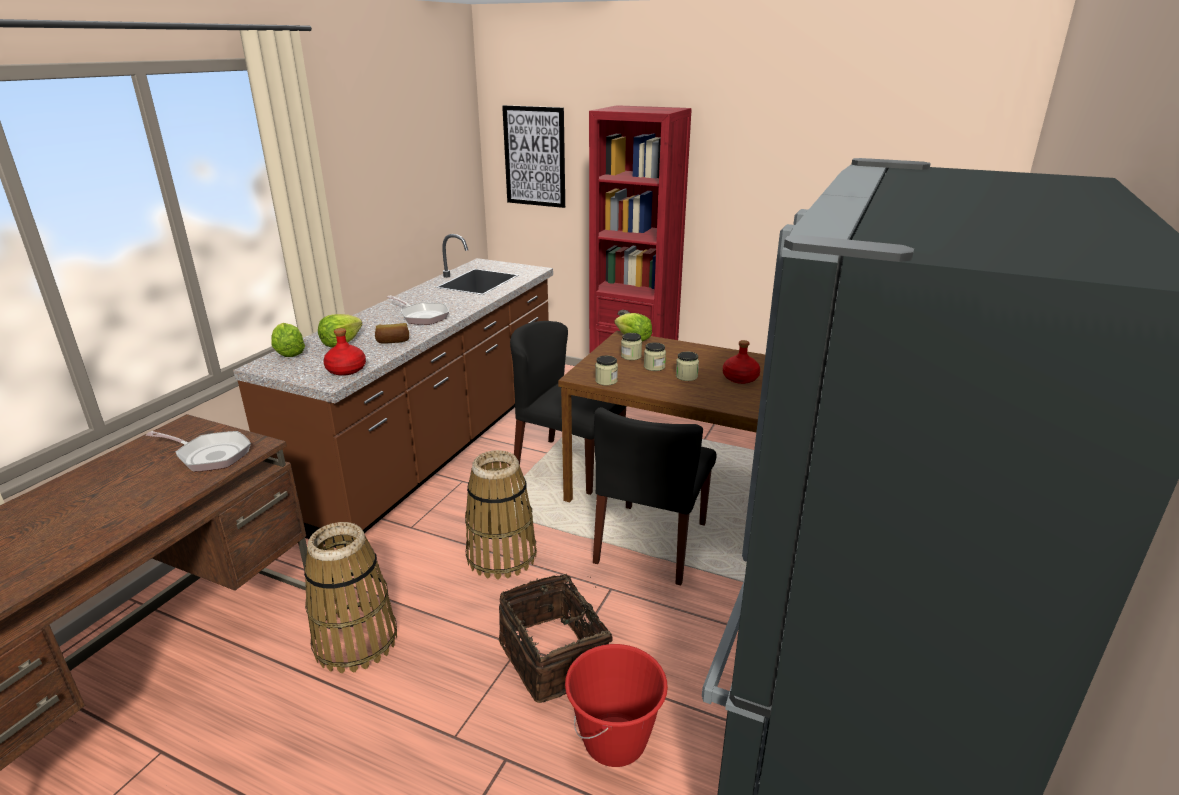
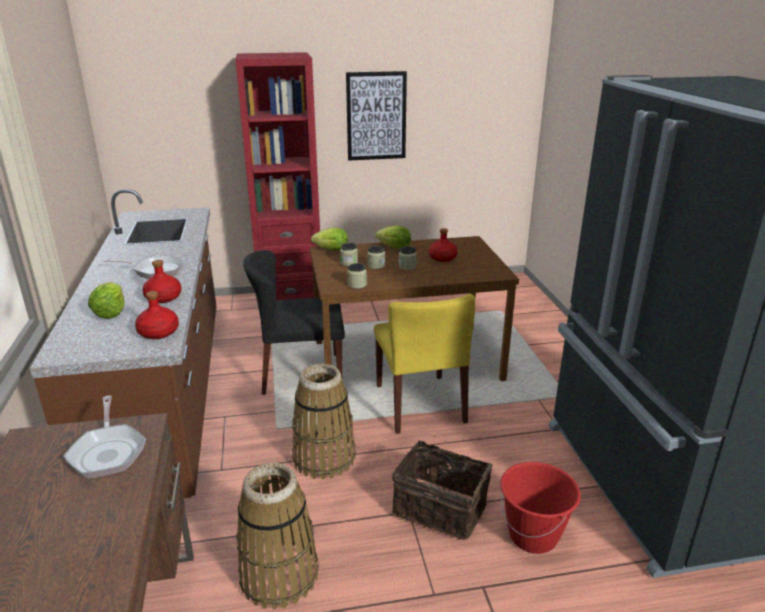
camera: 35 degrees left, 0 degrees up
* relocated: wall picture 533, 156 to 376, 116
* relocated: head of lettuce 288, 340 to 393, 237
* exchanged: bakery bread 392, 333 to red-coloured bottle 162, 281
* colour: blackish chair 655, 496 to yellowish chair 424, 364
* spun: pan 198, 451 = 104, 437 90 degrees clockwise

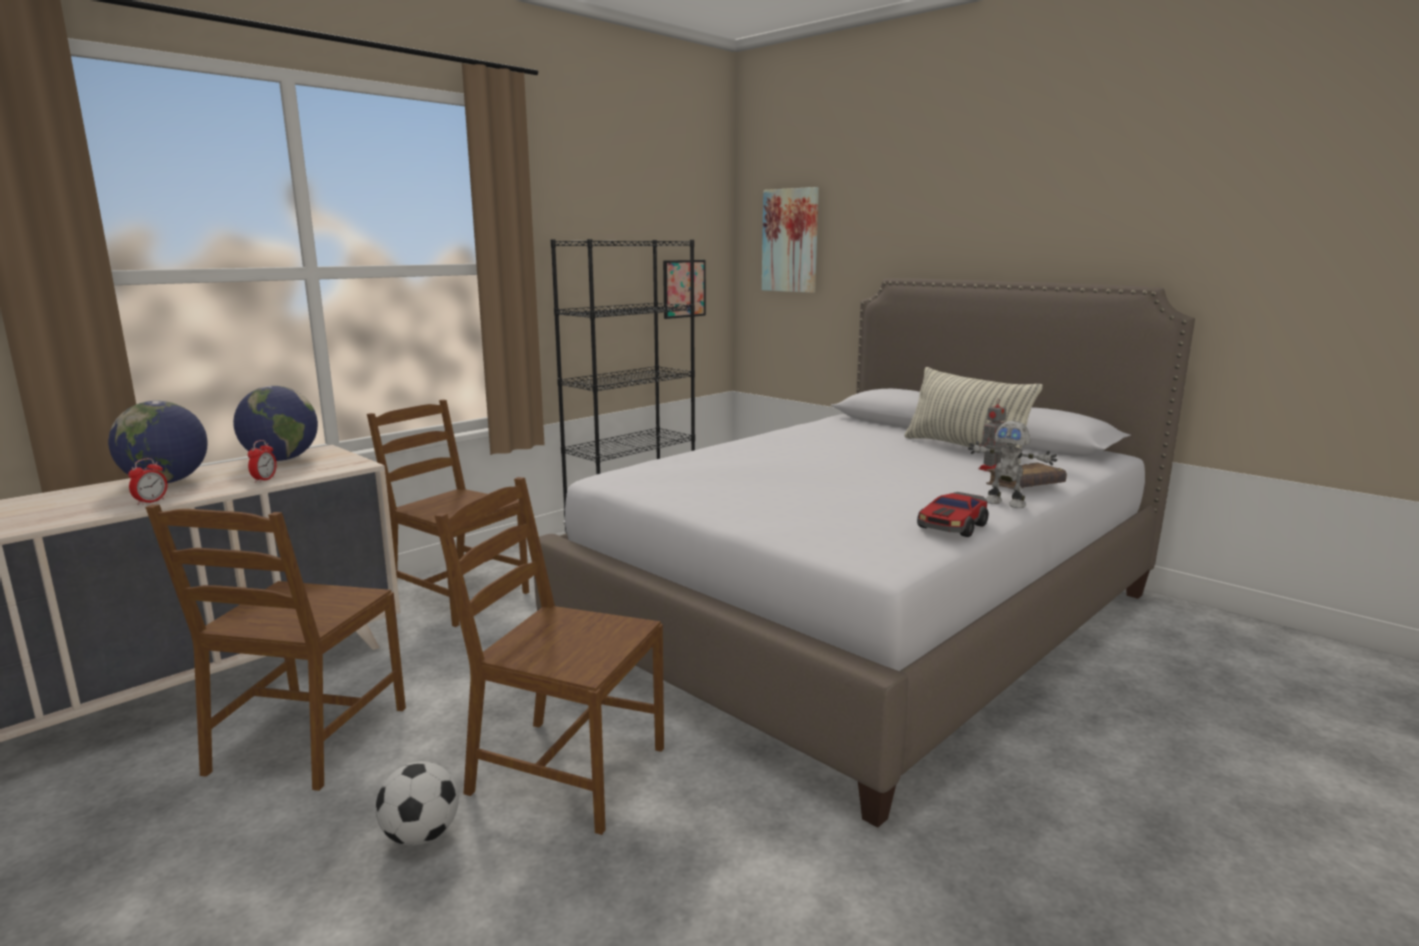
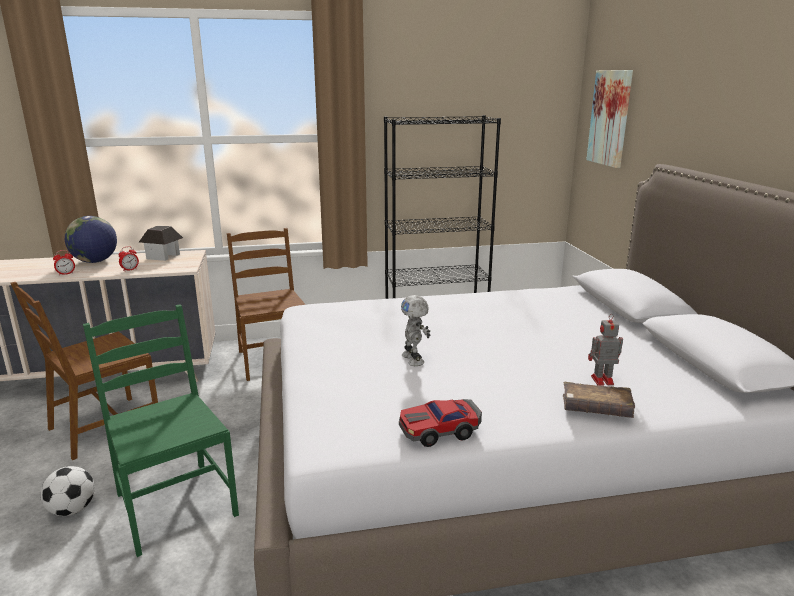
camera: 35 degrees right, 5 degrees up
* missing: wall picture 684, 289
* missing: pillow 973, 415
* exchanged: world globe 275, 423 to miniature house 161, 243
* relocated: toy robot 1012, 464 to 415, 330
* colour: brownish chair 549, 656 to greenish chair 161, 430

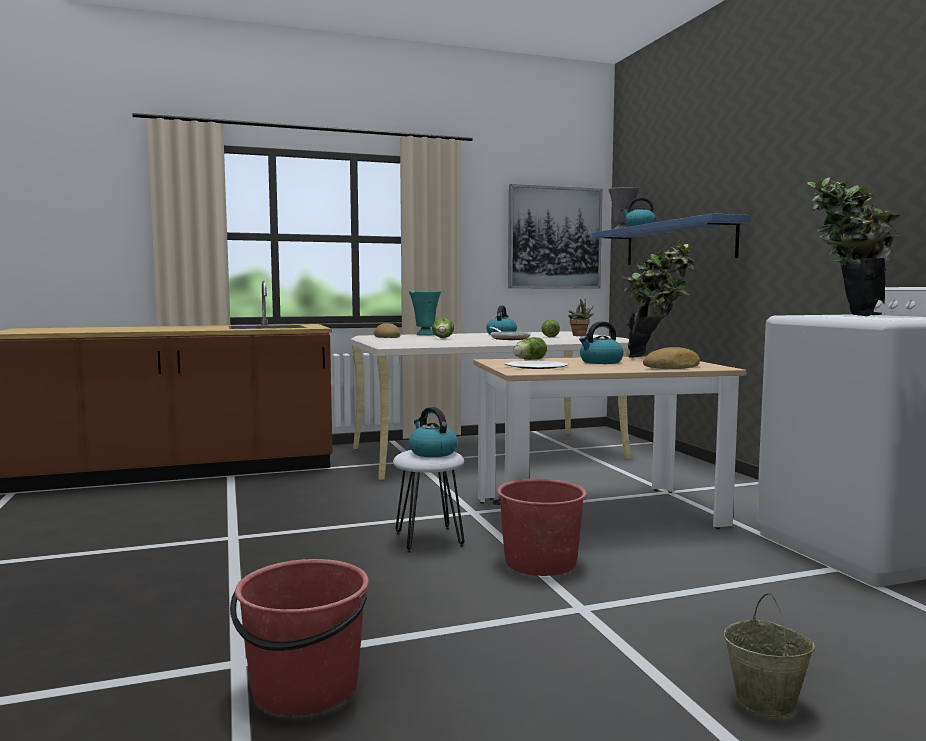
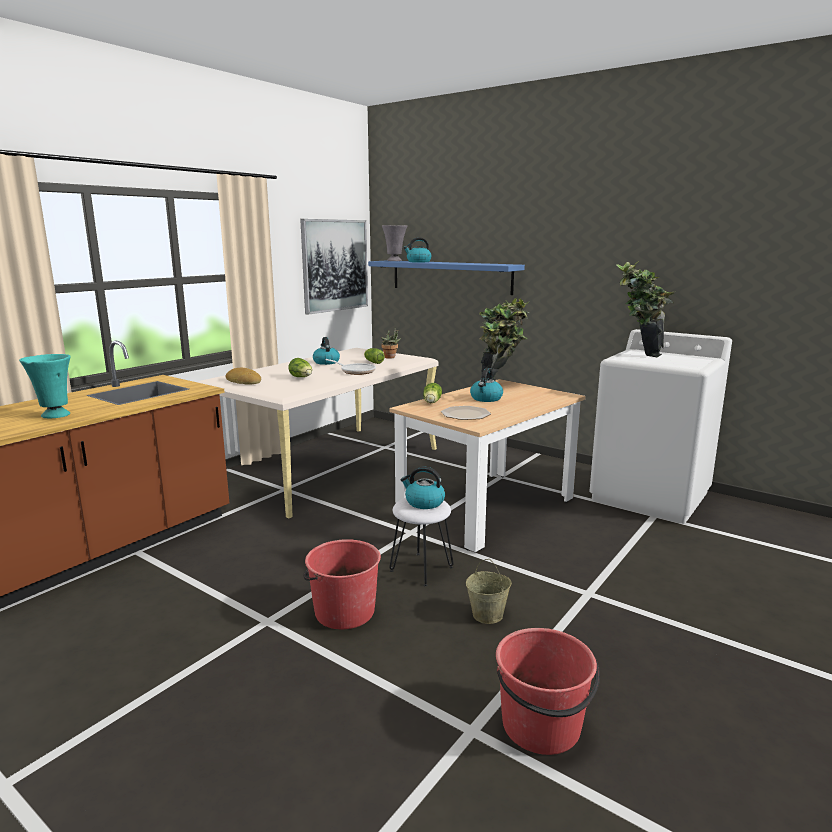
camera: 35 degrees left, 10 degrees up
* relocated: turquoise decorative vase 425, 313 to 45, 386
* missing: bakery bread 671, 358
* relocated: red-coloured water bucket 540, 527 to 342, 584
* relocated: sand-coloured water bucket 769, 655 to 489, 591

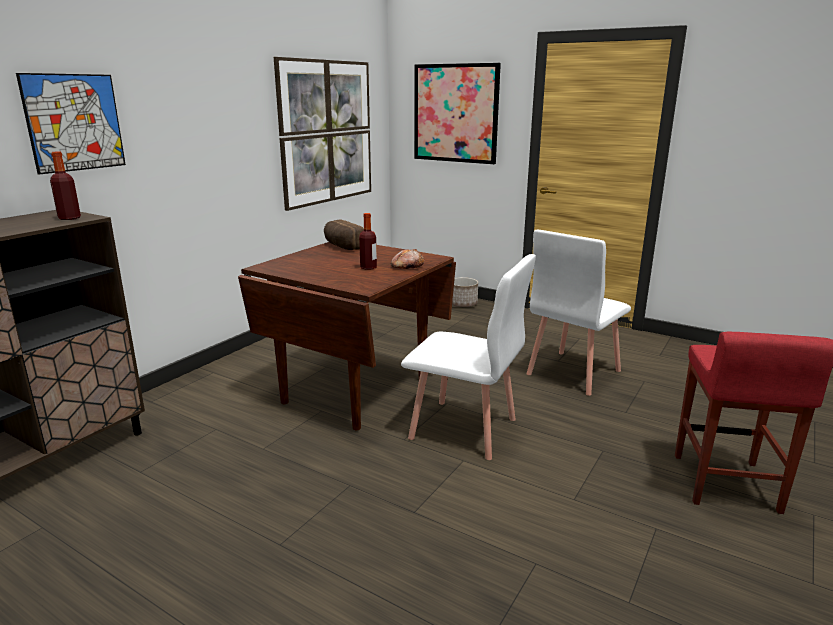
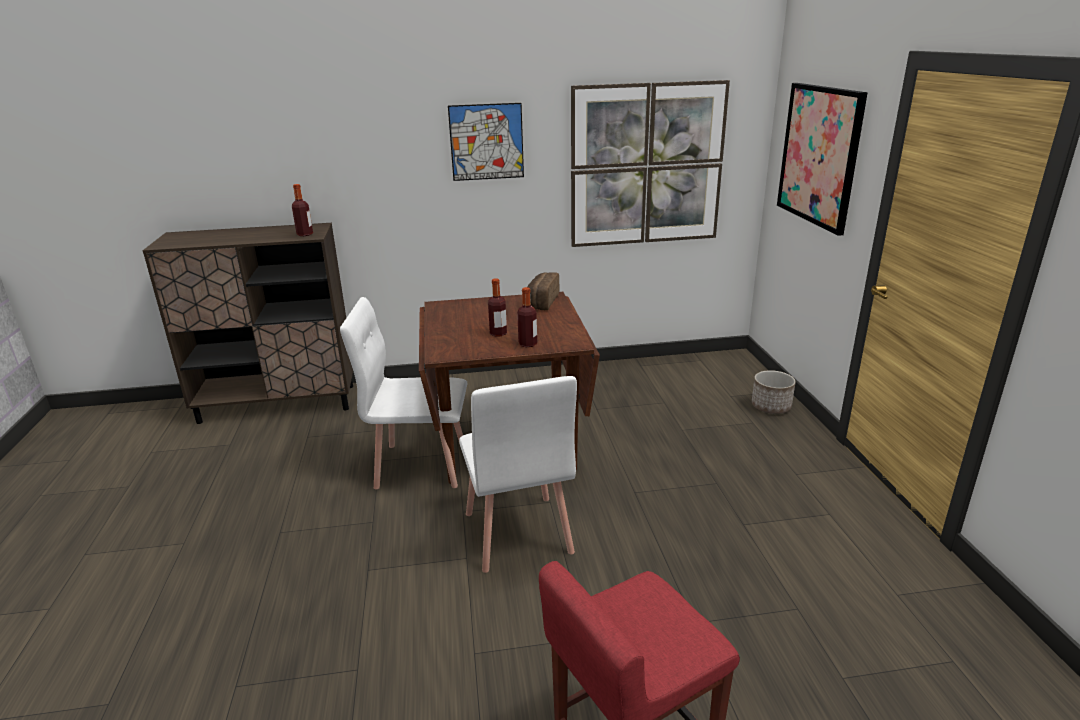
camera: 50 degrees right, 5 degrees up
* relocated: wall picture 71, 124 to 486, 142
* relocated: white chair 579, 313 to 403, 393
* exchanged: bakery bread 407, 259 to bottle 527, 317

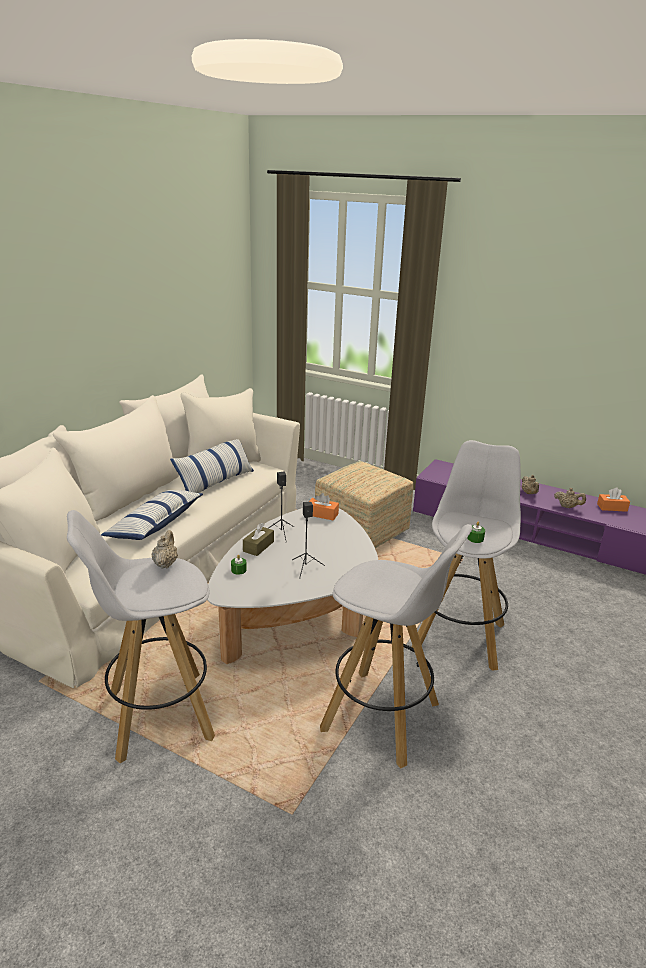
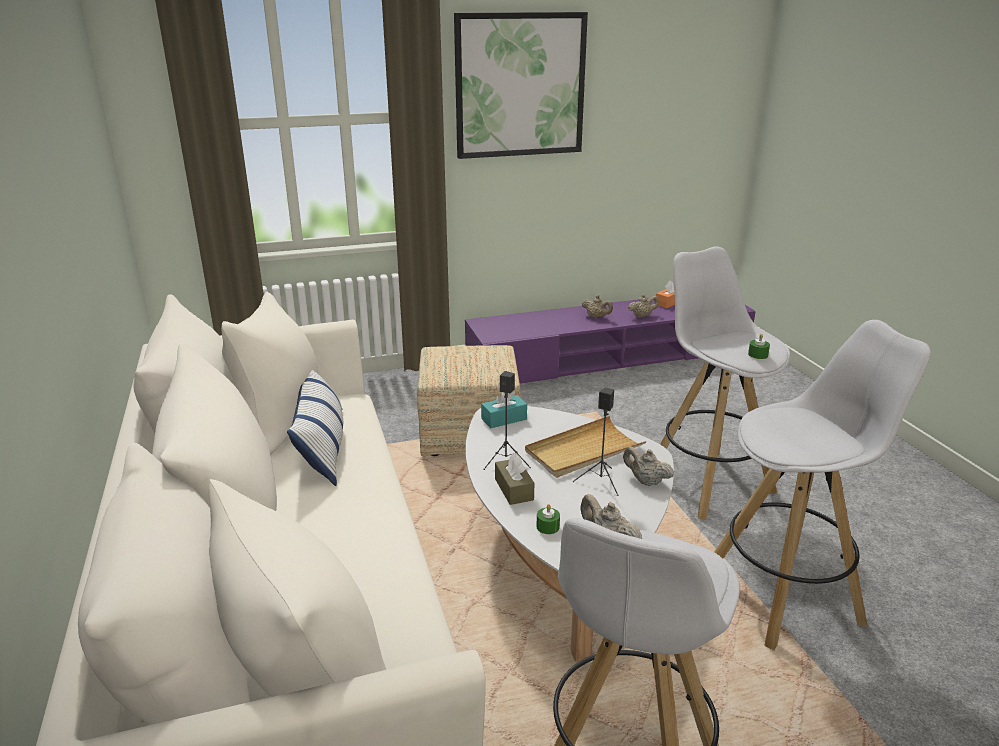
camera: 45 degrees left, 0 degrees up
* missing: pillow 152, 515
* colour: orangey tissue box 324, 507 to turquoise tissue box 504, 409
* appeared: wall picture 521, 85
* appeared: sand-coloured carrying tray 585, 447
* appeared: sand-coloured teapot 648, 466

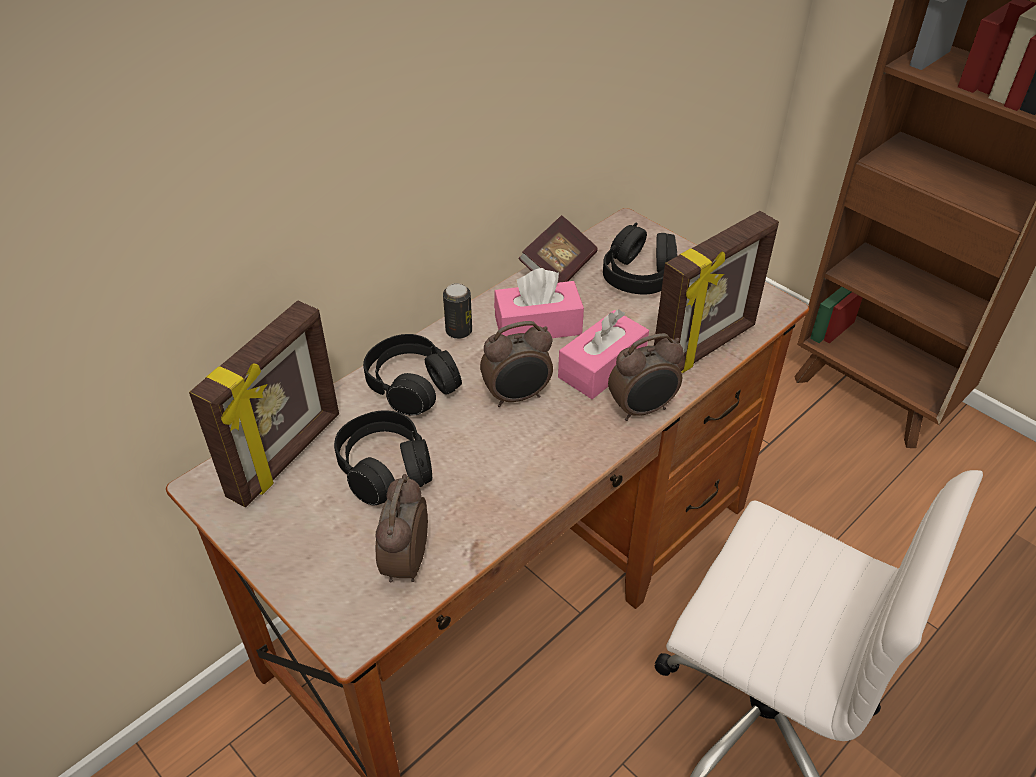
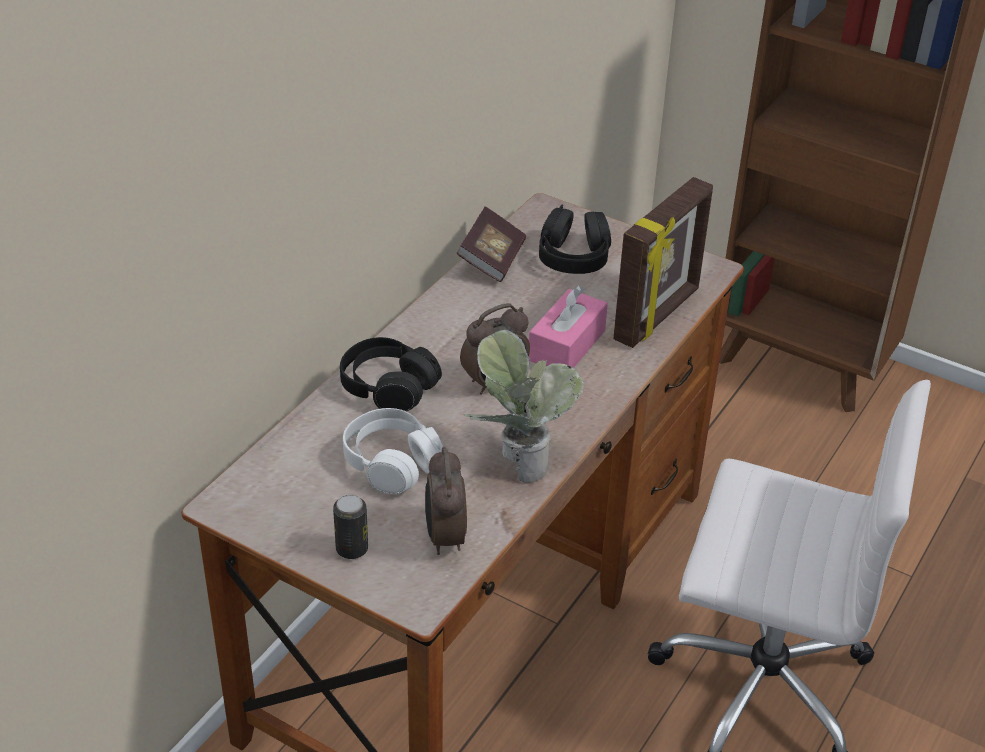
camera: 15 degrees left, 5 degrees down
* missing: pinkish tissue box 539, 303
* relocated: can 457, 311 to 350, 526
* missing: photo frame 264, 404
* missing: table clock 646, 377
* colour: blackish headset 383, 457 to white headset 393, 451
* appeared: houseplant 524, 406

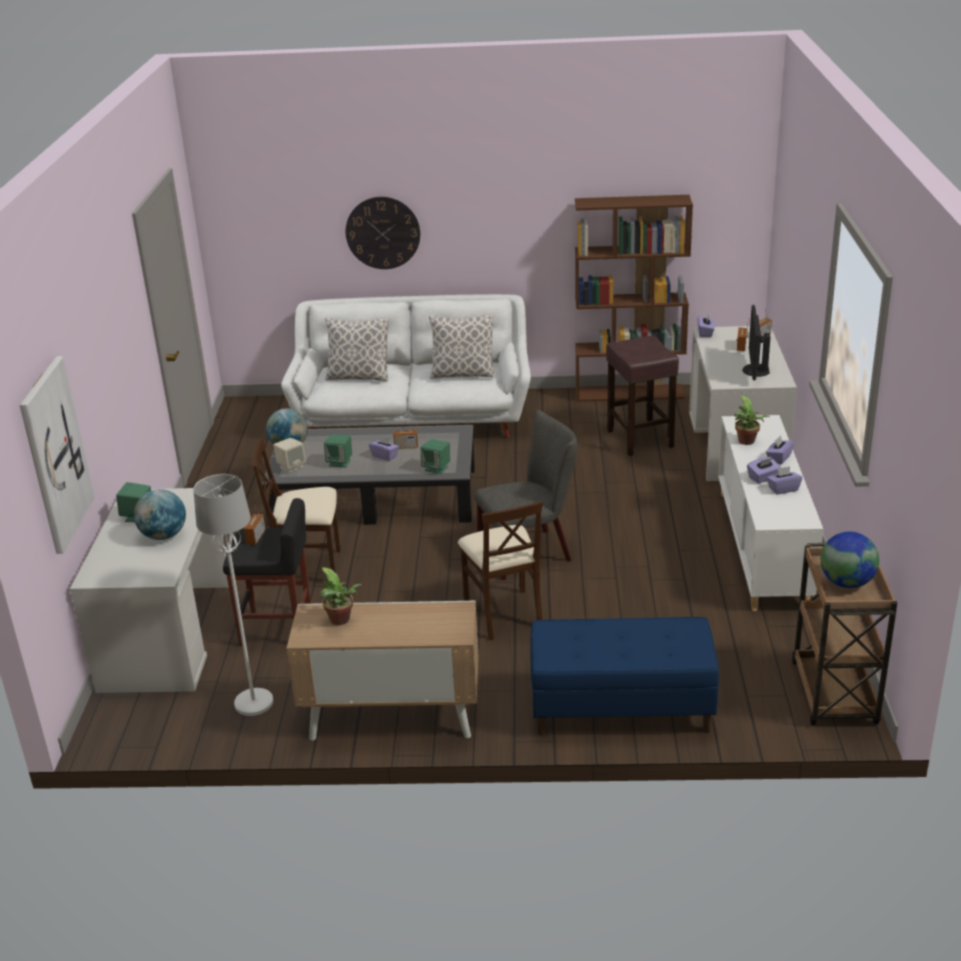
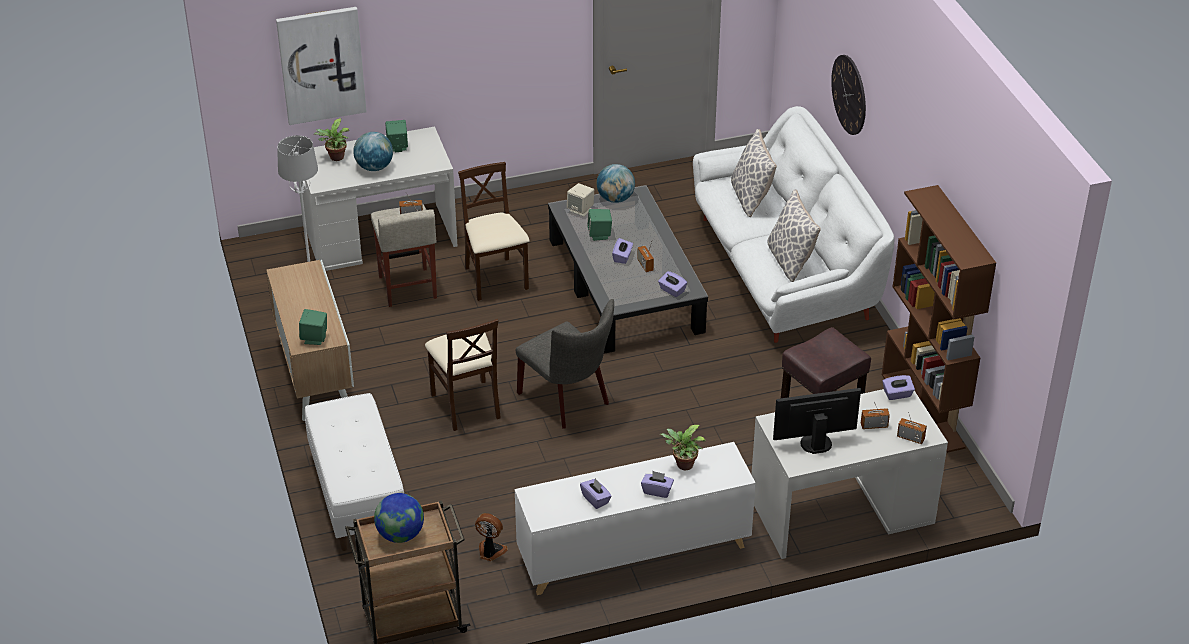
camera: 70 degrees right, 10 degrees up
* relocated: greenish loudspeaker 435, 456 to 313, 327
* relocated: purple-coloured tissue box 764, 470 to 672, 284
* colour: blackish stool 267, 572 to sand-coloured stool 404, 255
* spun: sand-coloured chair 500, 570 = 463, 375 75 degrees counterclockwise
* relocated: houseplant 340, 596 to 331, 139
* colour: bluish bench 624, 676 to white bench 354, 472
* appeared: fan 491, 537

